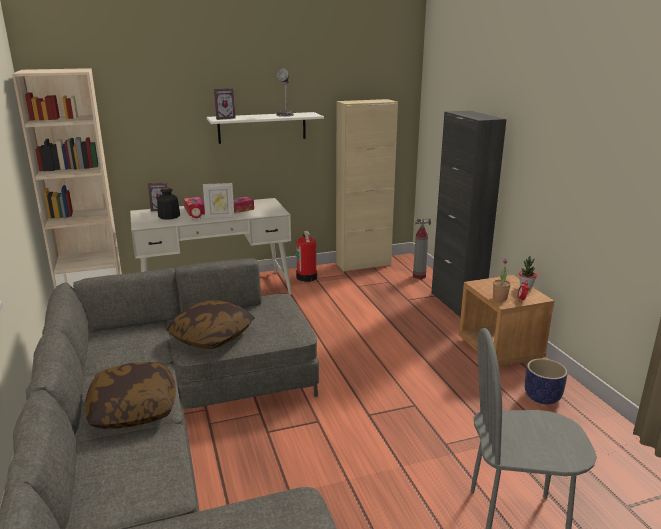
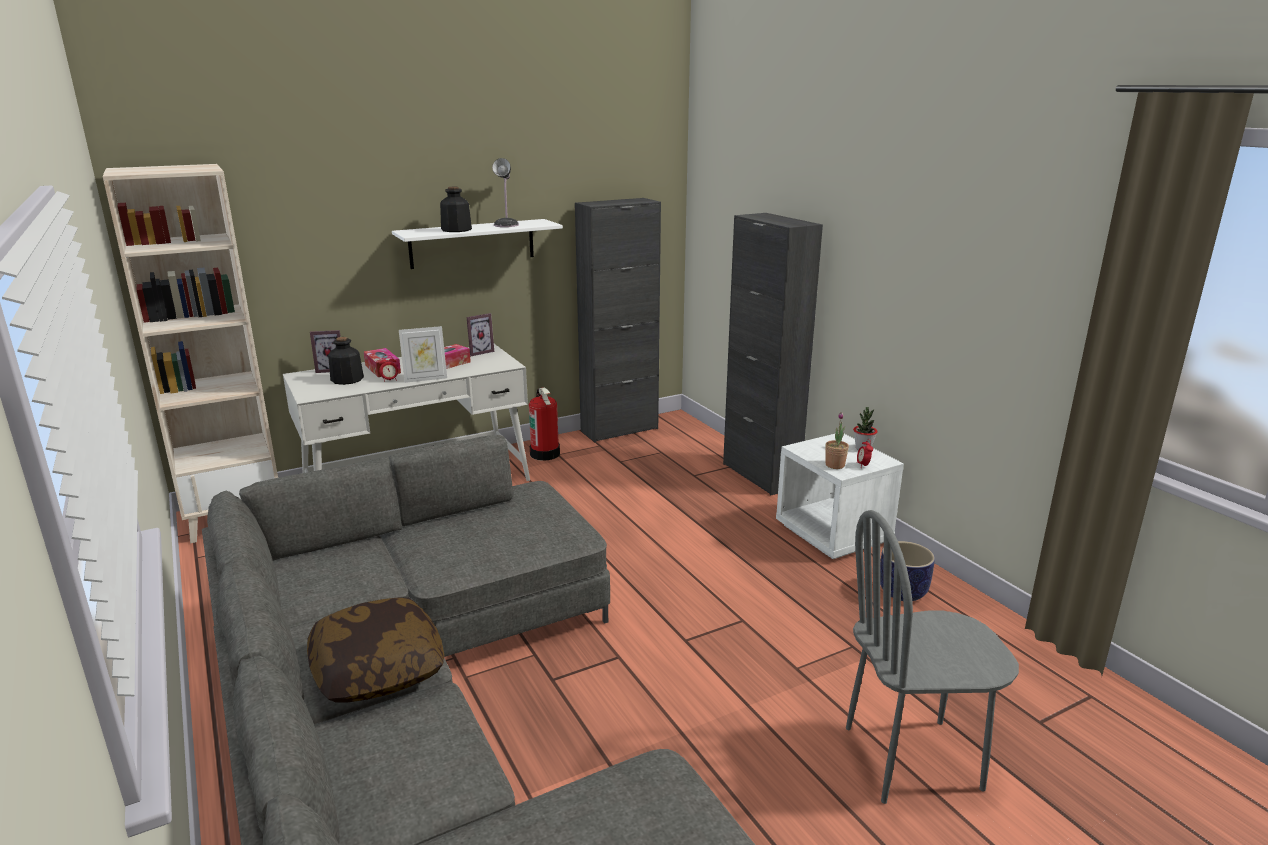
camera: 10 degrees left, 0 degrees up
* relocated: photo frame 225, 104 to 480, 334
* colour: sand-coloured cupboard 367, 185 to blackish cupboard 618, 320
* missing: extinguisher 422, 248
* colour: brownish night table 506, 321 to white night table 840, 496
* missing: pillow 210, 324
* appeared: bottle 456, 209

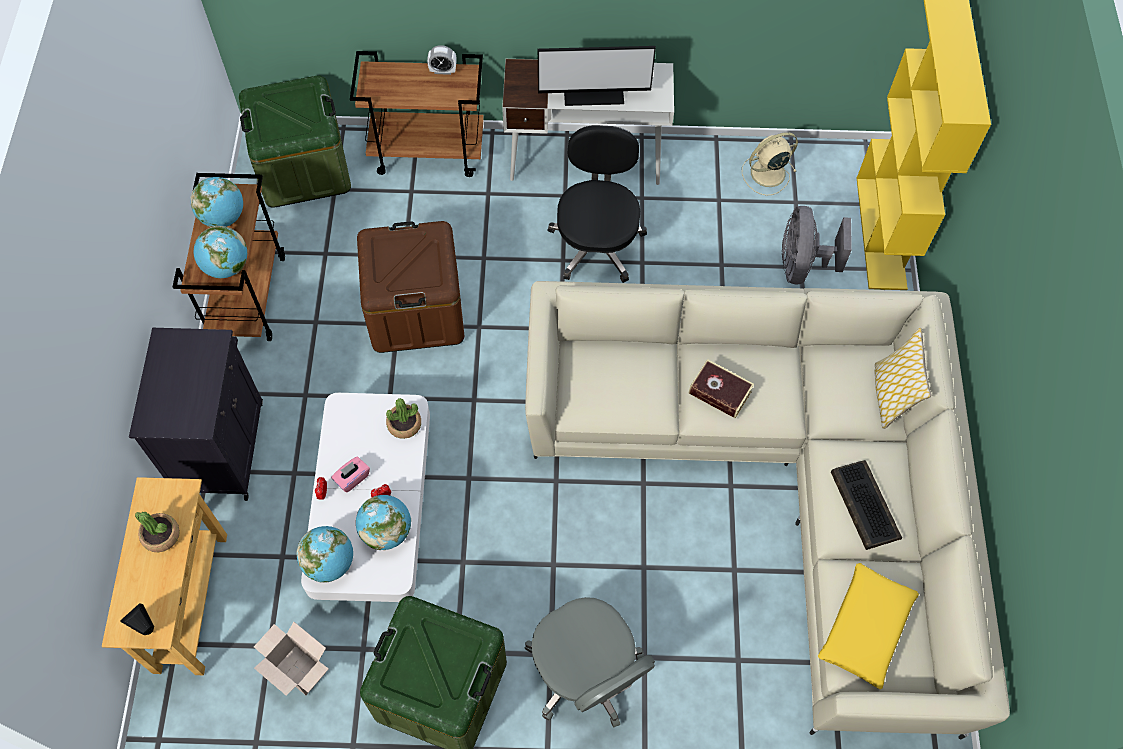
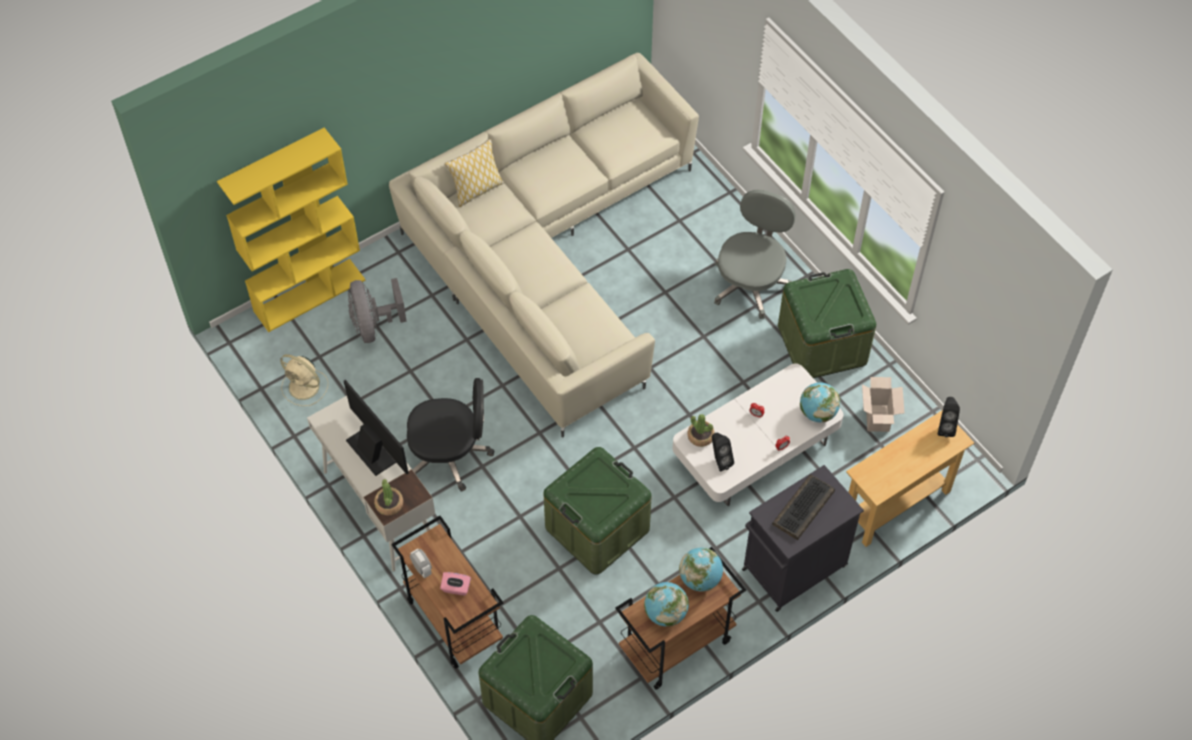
camera: 125 degrees left, 5 degrees down
* spun: blackish office chair 597, 204 = 450, 435 150 degrees counterclockwise
* spun: gray fan 817, 245 = 377, 310 105 degrees clockwise
* colour: brownish storage bin 410, 287 to greenish storage bin 597, 511
* missing: bound book 721, 389
* relocated: pinkish tissue box 350, 474 to 455, 583
* relocated: computer keyboard 866, 505 to 803, 507
* missing: world globe 383, 522
* relocated: houseplant 157, 532 to 388, 497
* missing: yellowish pillow 868, 626
* appeared: blackish loudspeaker 723, 452

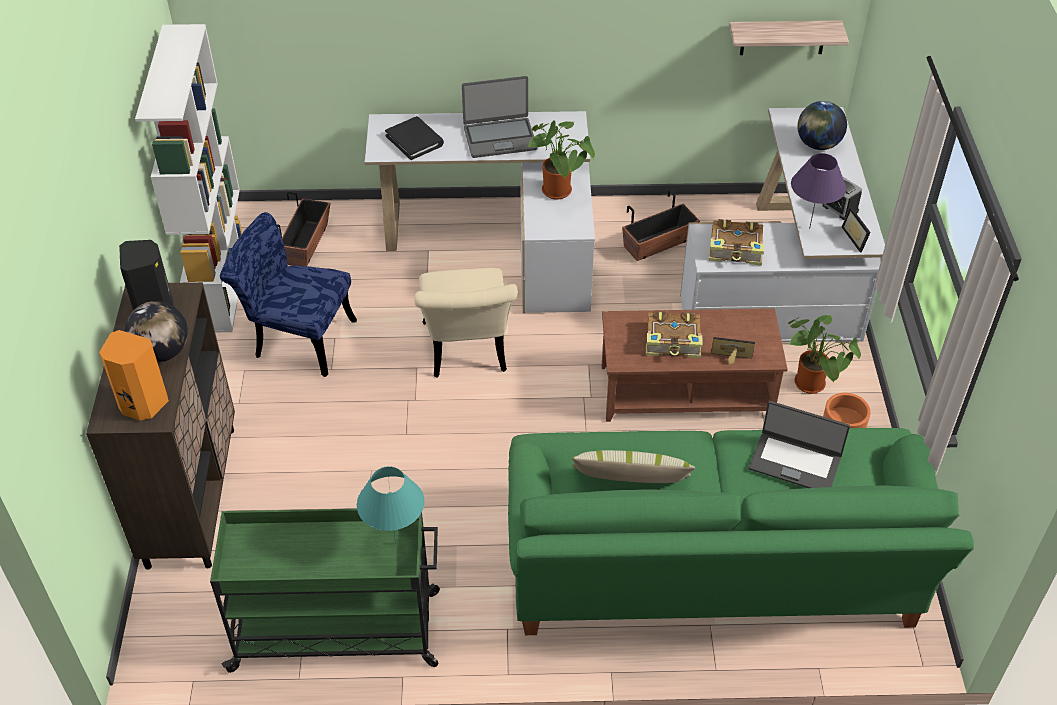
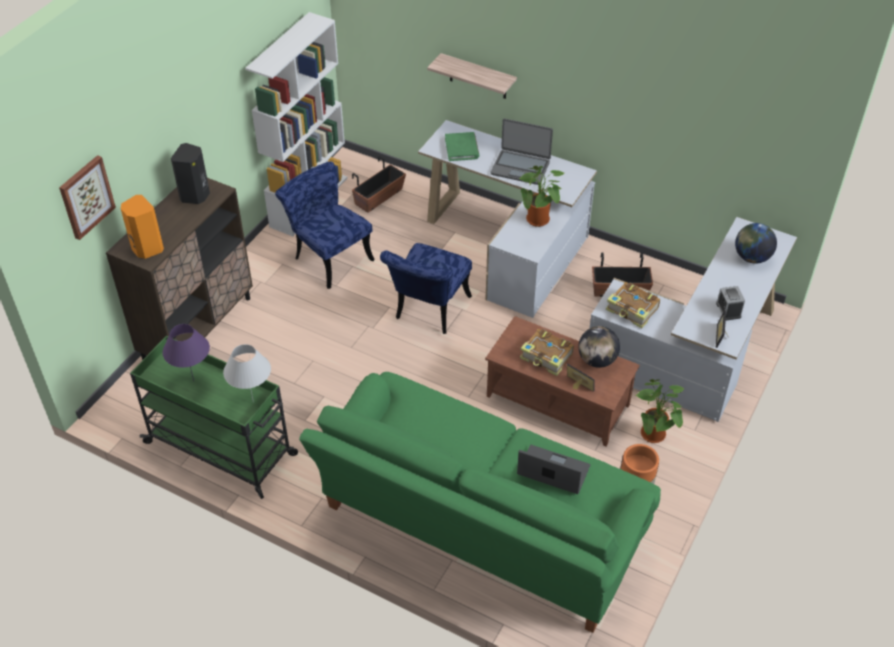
camera: 30 degrees right, 0 degrees up
* relocated: bracket shelf 789, 37 to 472, 76
* colour: blackish bound book 414, 138 to greenish bound book 462, 146
* relocated: purple-coloured tabletop lamp 818, 191 to 186, 352
* colour: sand-coloured chair 466, 322 to bluish chair 426, 288
* relocated: world globe 156, 331 to 599, 347
* spun: laptop 799, 444 = 553, 469 150 degrees clockwise
* missing: pillow 633, 466
* colour: turquoise tabletop lamp 391, 505 to white tabletop lamp 247, 372
* appeared: wall picture 87, 197

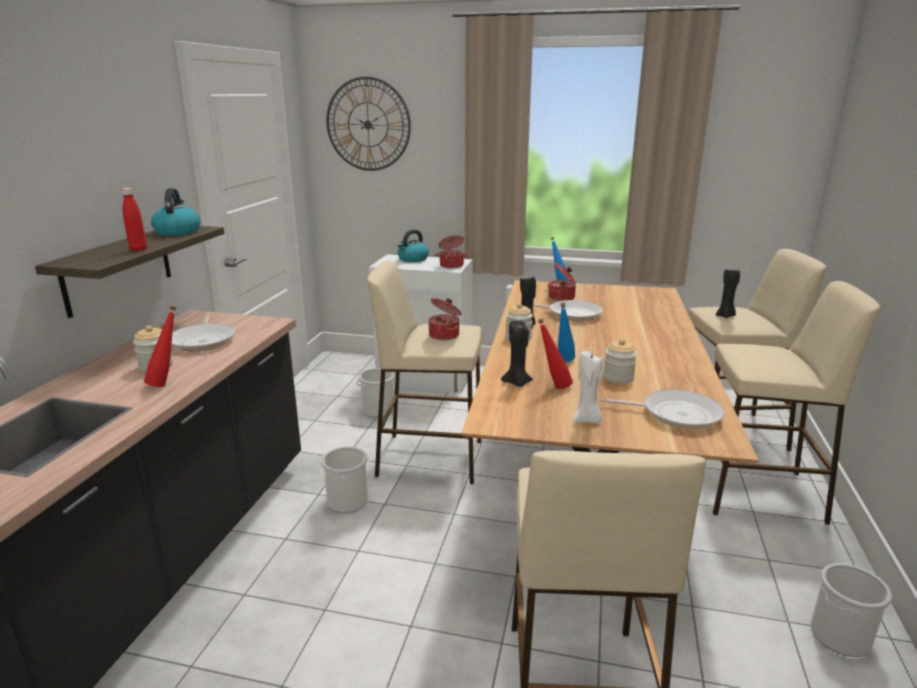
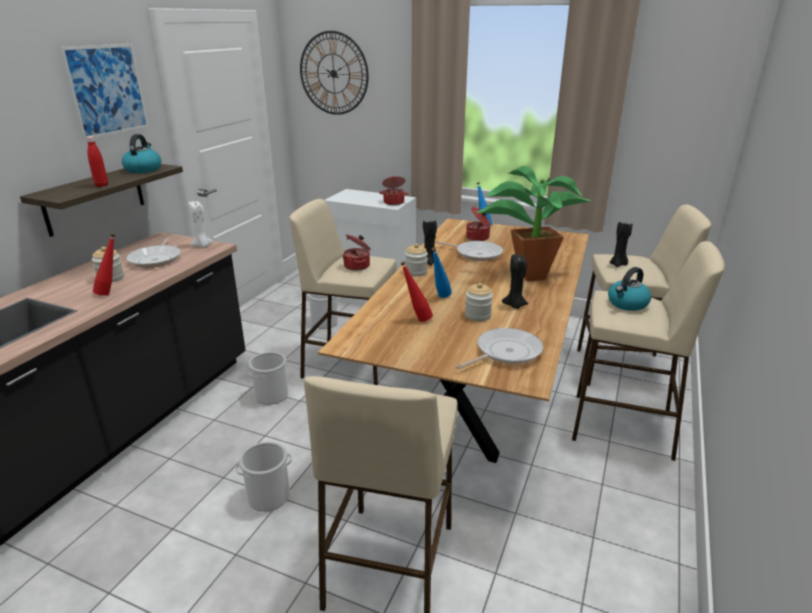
camera: 10 degrees right, 5 degrees up
* relocated: kettle 413, 245 to 629, 289
* relocated: blackish candle 517, 354 to 515, 281
* relocated: white candle 588, 387 to 200, 224
* spun: pan 662, 409 = 499, 348 60 degrees counterclockwise
* relocated: water bucket 851, 610 to 264, 477
* appeared: wall picture 104, 92
* appeared: houseplant 533, 224

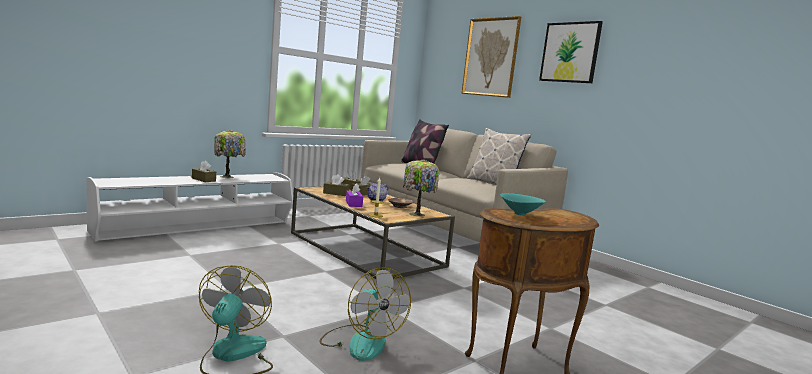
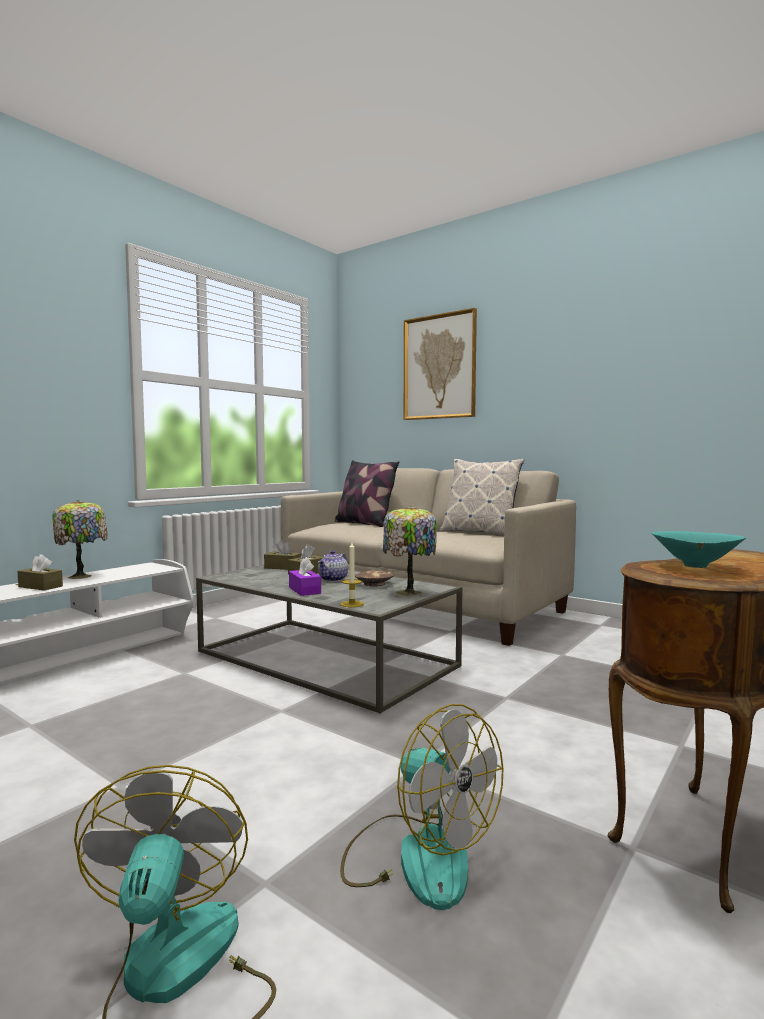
camera: 10 degrees left, 5 degrees down
* missing: wall picture 571, 52
* missing: brownish tissue box 336, 185
* colour: brownish lounge table 373, 232 to gray lounge table 329, 639

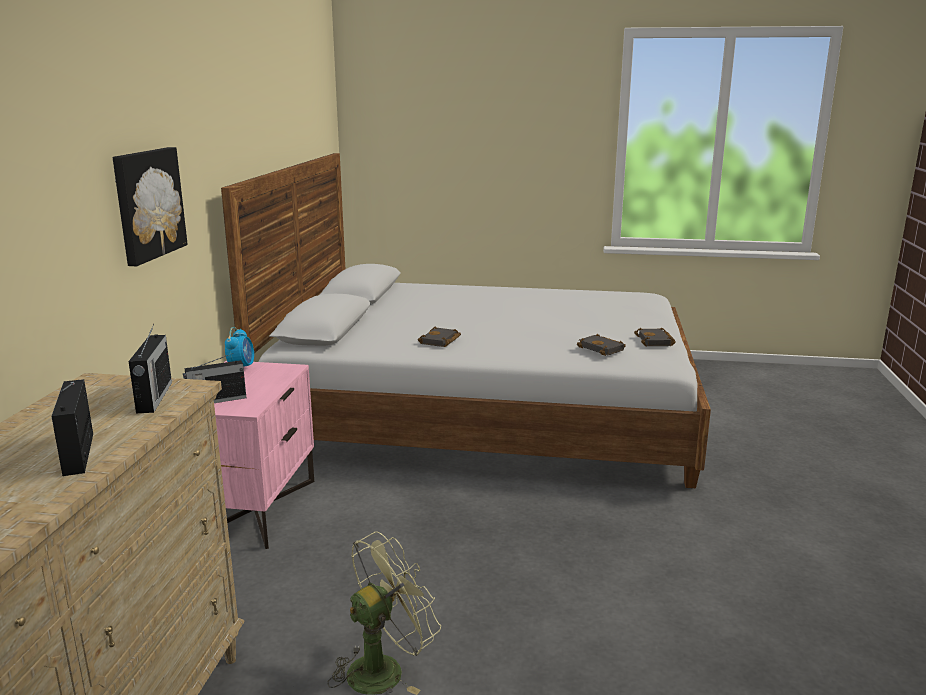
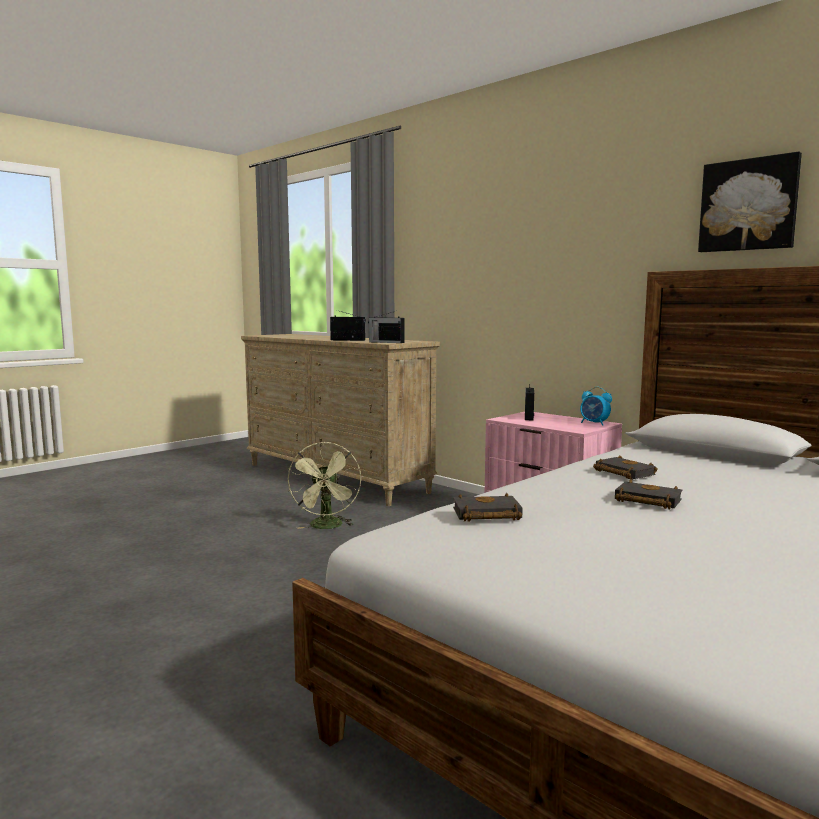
camera: 125 degrees right, 10 degrees down
* relocated: wall picture 150, 206 to 750, 202
* relocated: blackish bound book 655, 337 to 649, 494

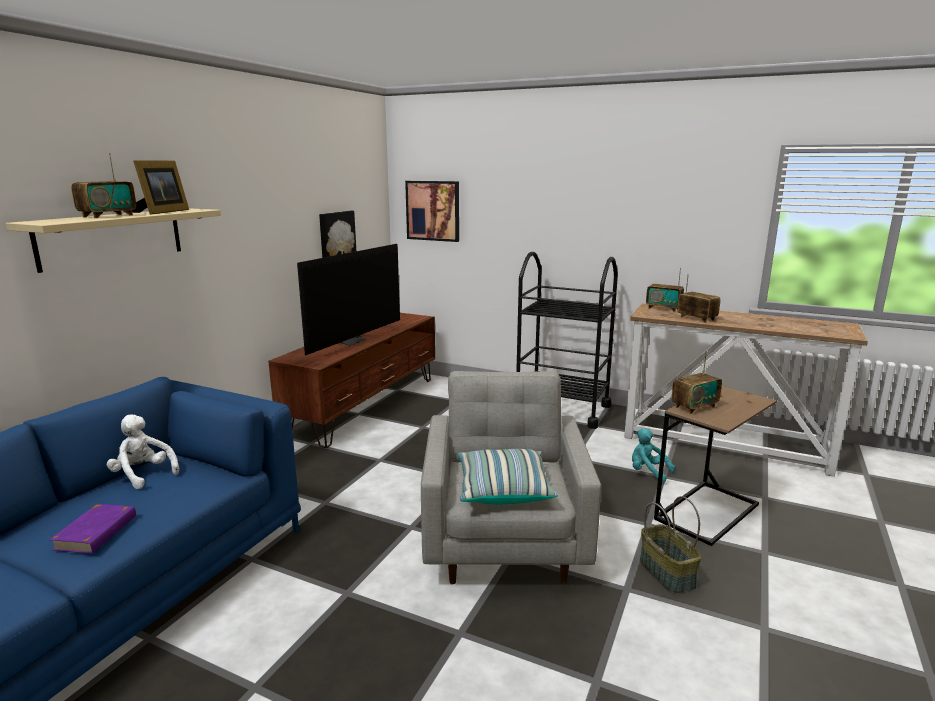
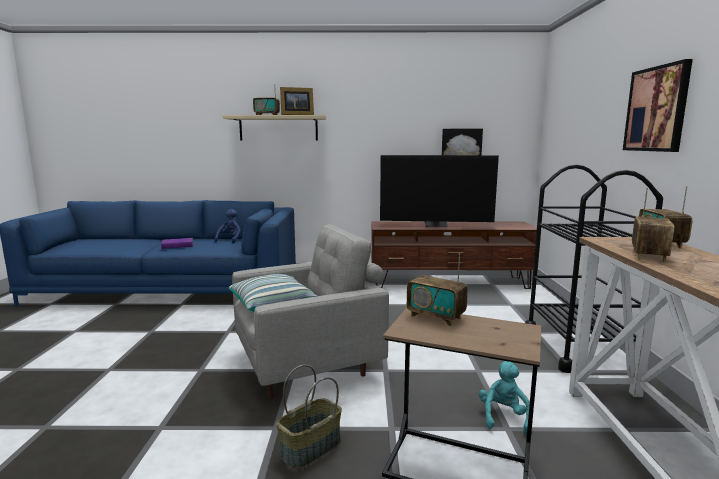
camera: 65 degrees right, 5 degrees down
* relocated: wall picture 432, 211 to 658, 105
* colour: white plush toy 143, 452 to bluish plush toy 228, 226

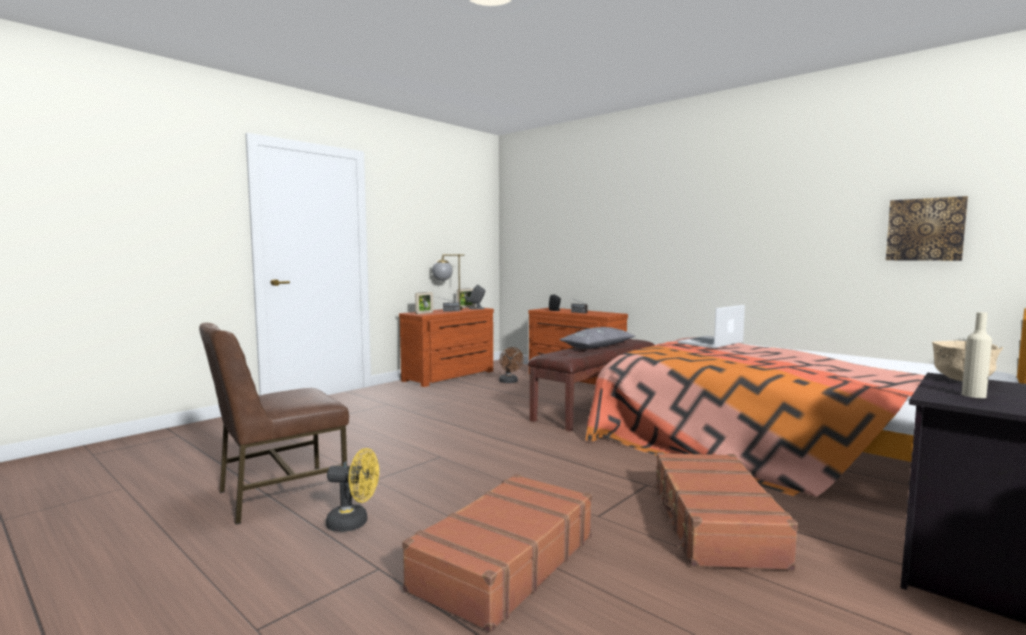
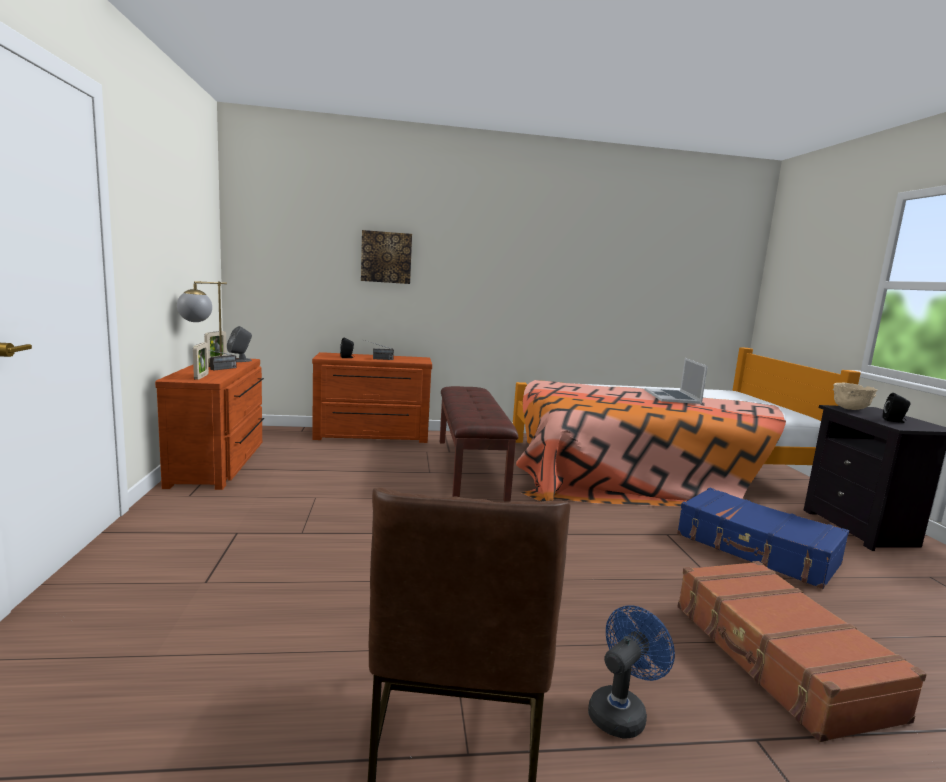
camera: 50 degrees left, 5 degrees up
* relocated: wall picture 927, 228 to 386, 257
* relocated: laptop 711, 326 to 676, 381
* exchanged: sand-coloured bottle 977, 355 to blackish loudspeaker 896, 408
* missing: gray pillow 597, 338
* missing: brownish fan 511, 365
* colour: yellowish fan 352, 490 to bluish fan 631, 672
* colour: brownish travel case 725, 511 to bluish travel case 763, 538

